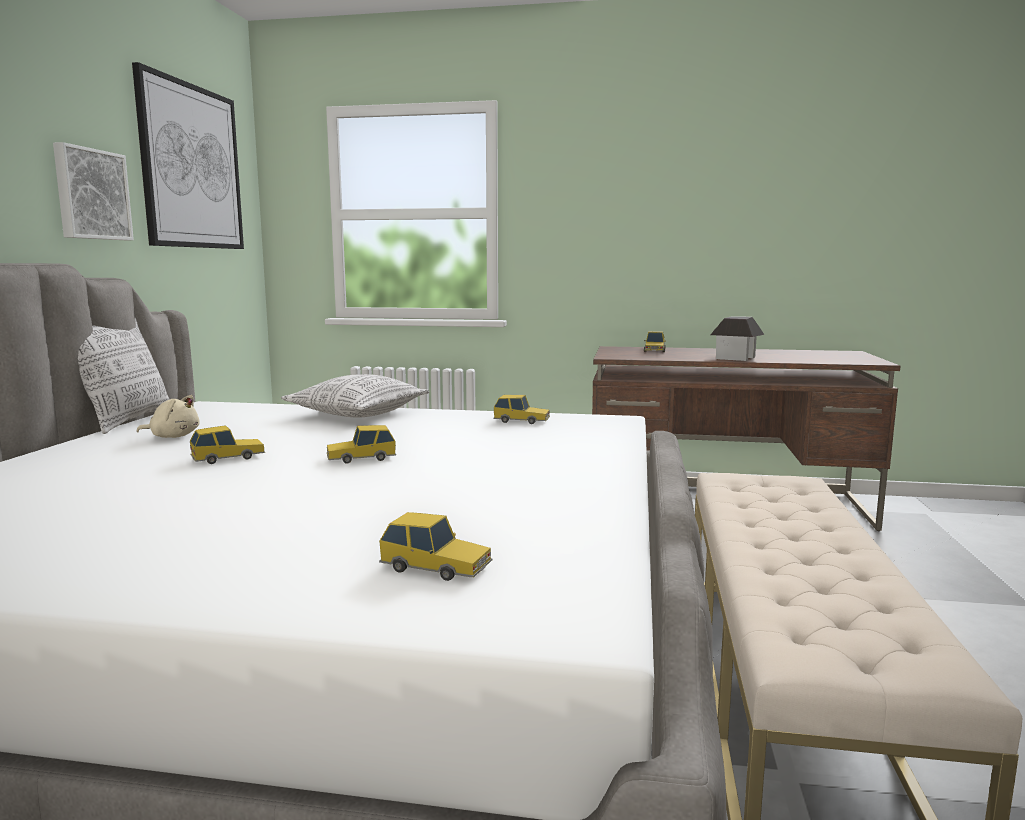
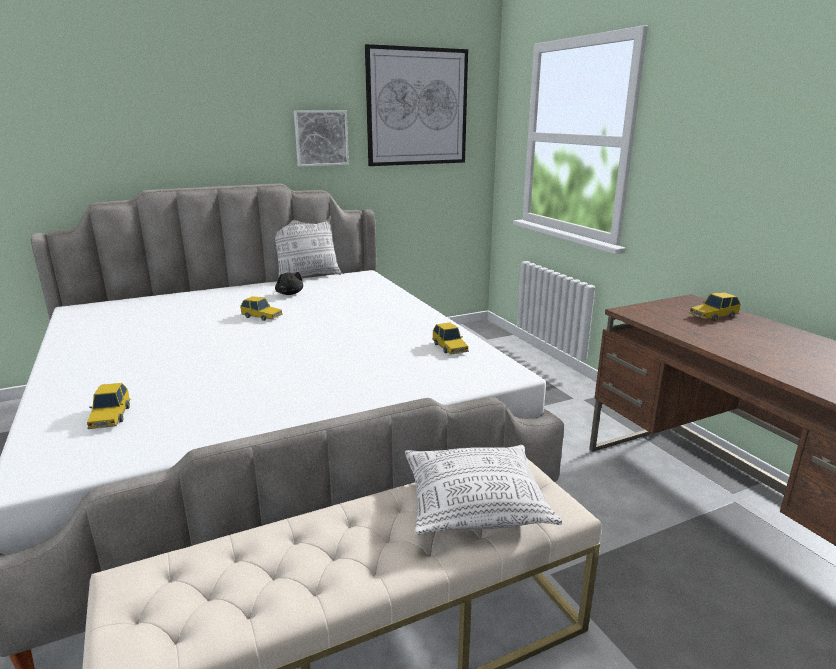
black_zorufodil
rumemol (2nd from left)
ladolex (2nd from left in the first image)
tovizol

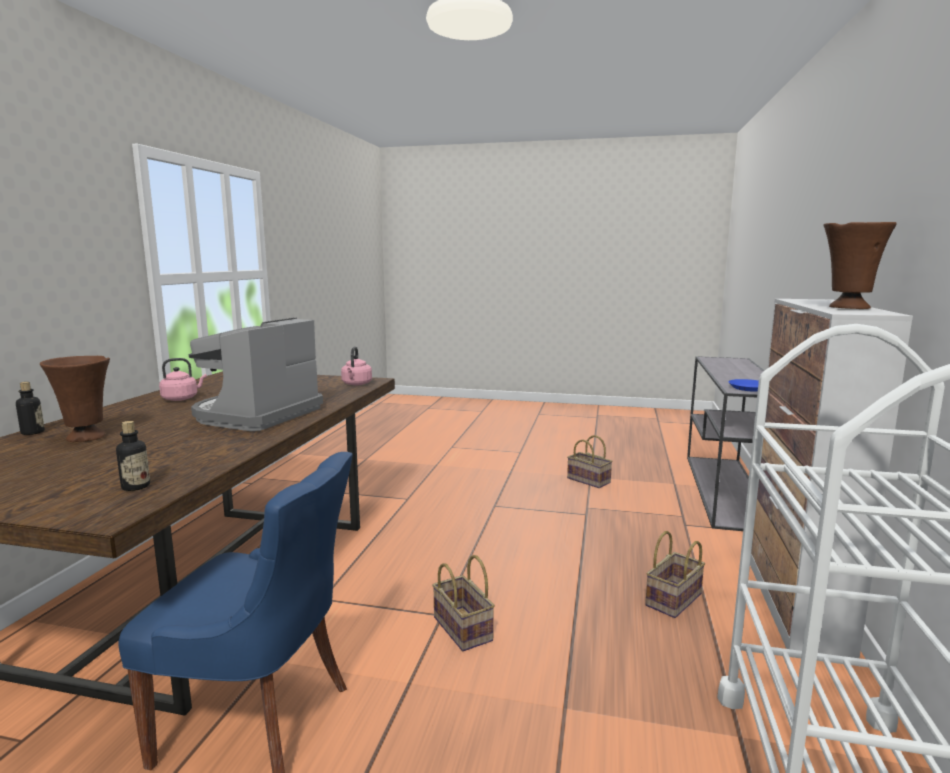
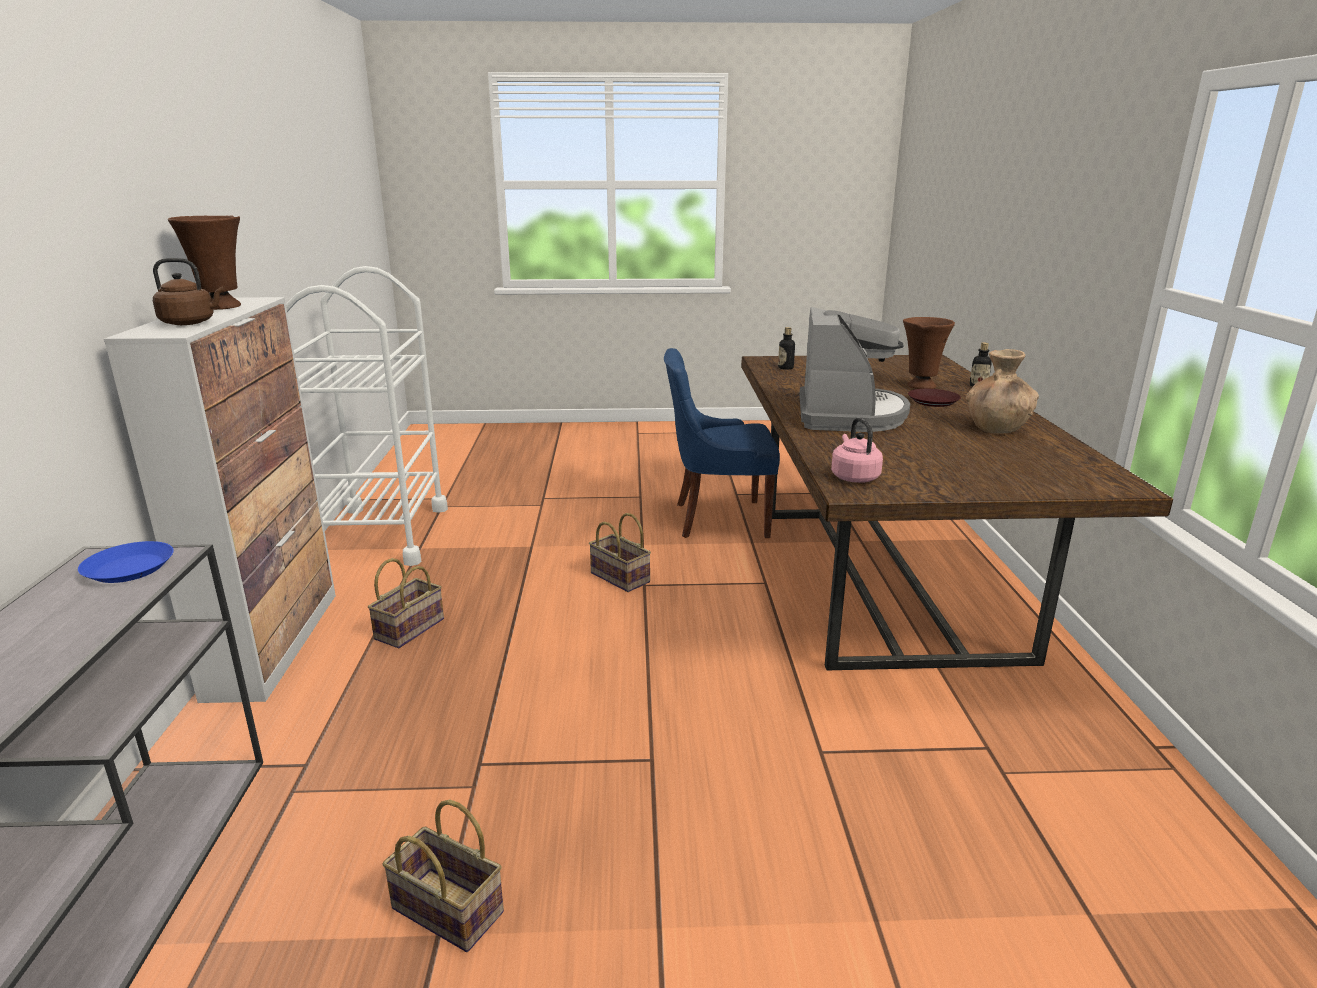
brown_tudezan
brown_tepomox
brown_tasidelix (3rd from left)

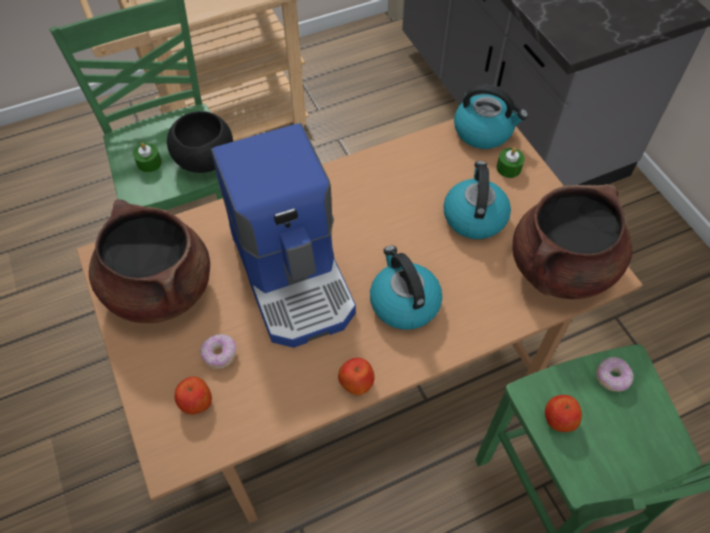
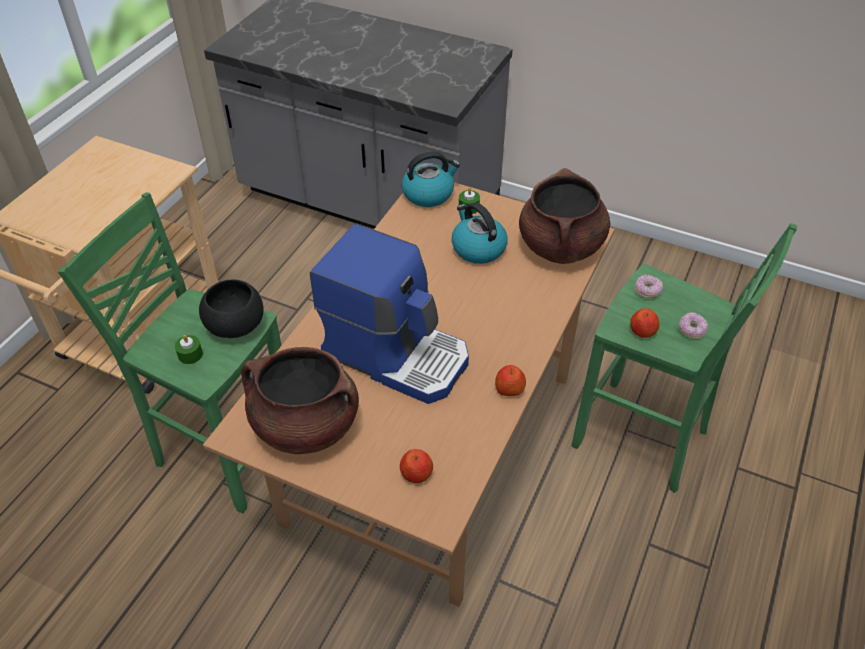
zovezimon (2nd from left)
tudezan (1st from left in the first image)

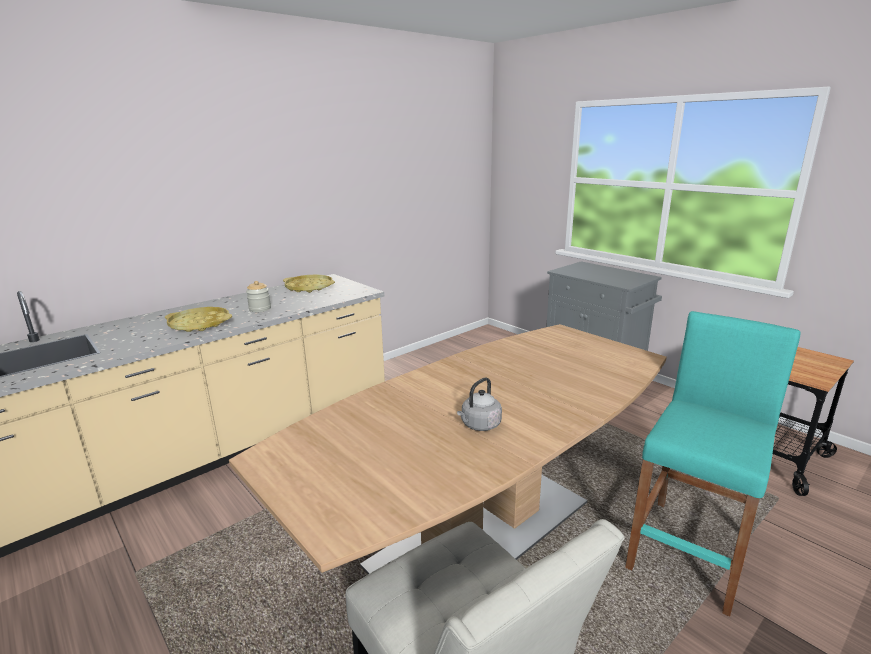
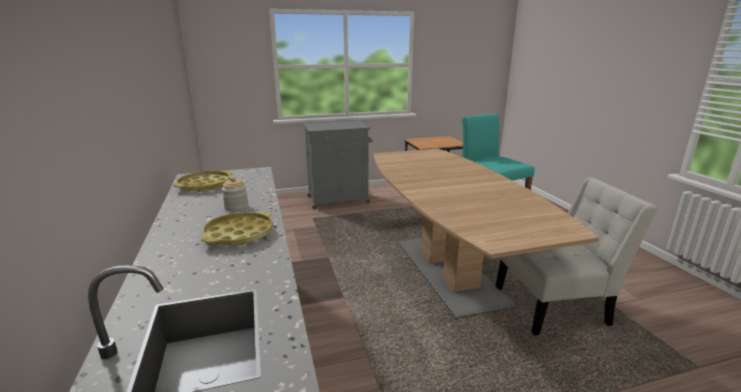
grey_tudezan

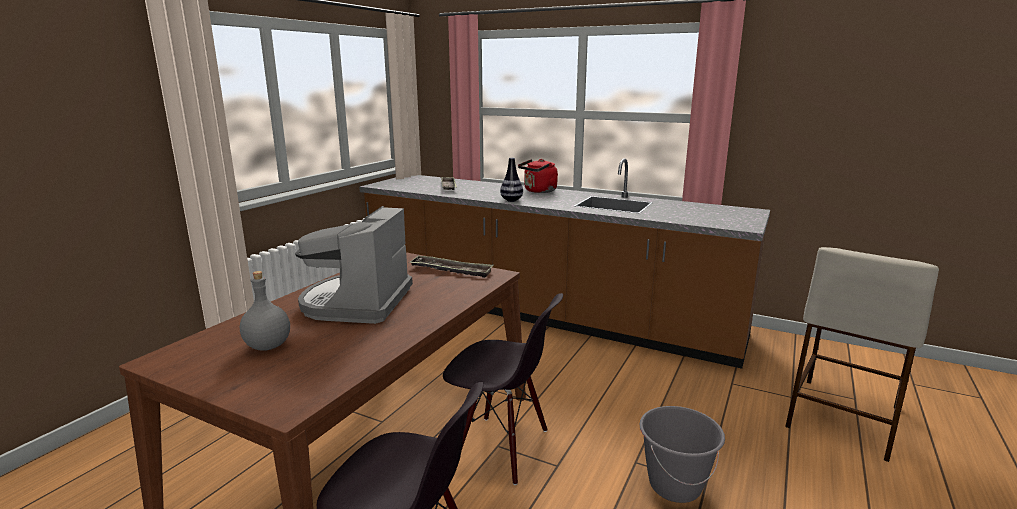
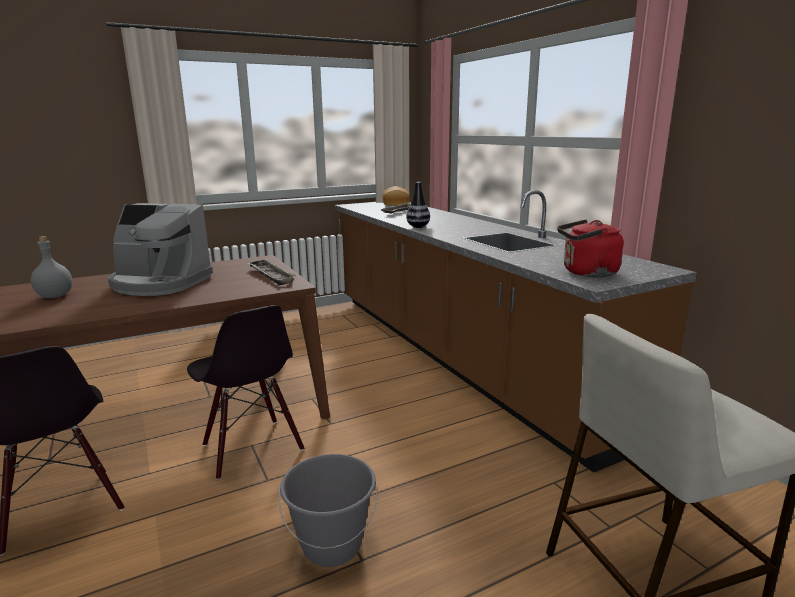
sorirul
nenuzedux
red_tudezan

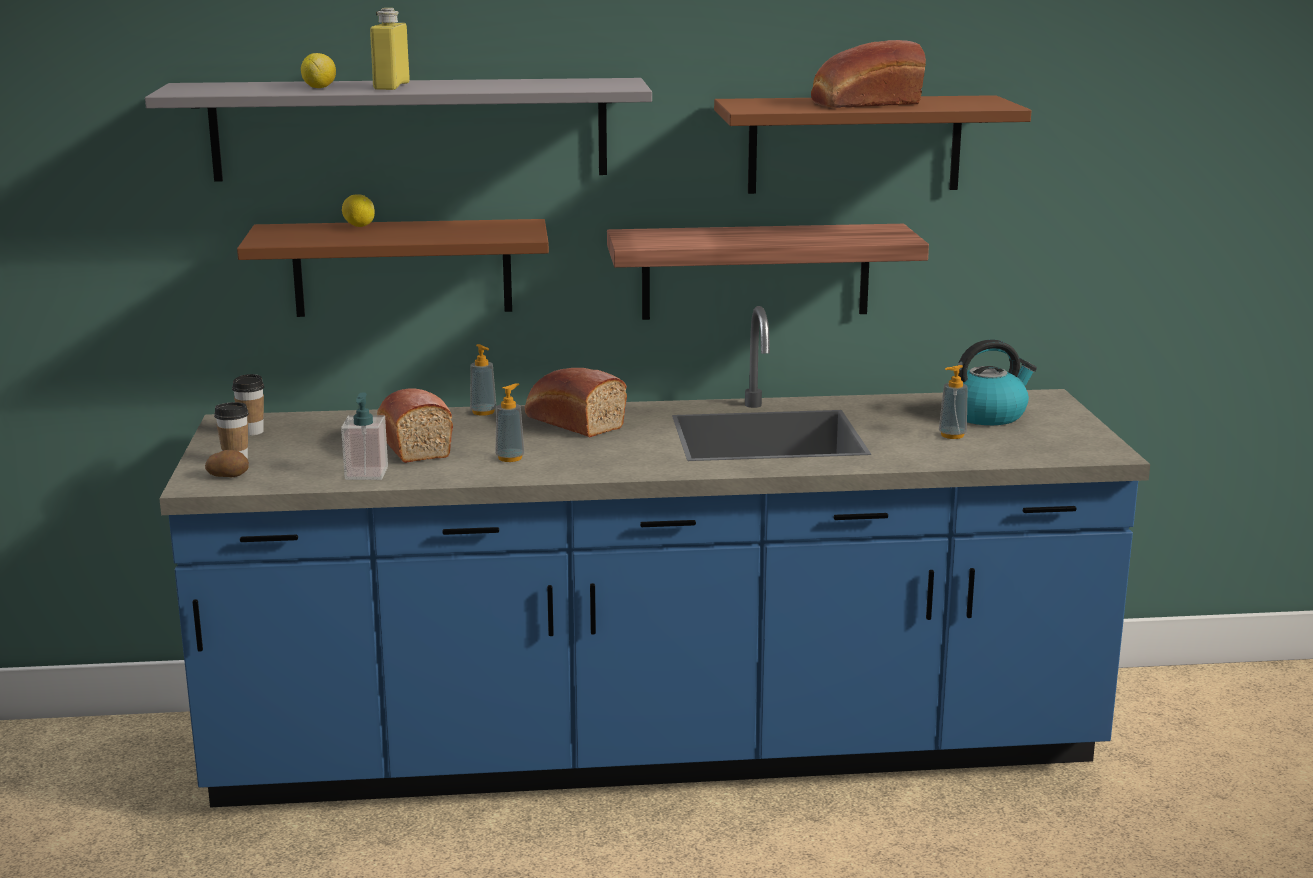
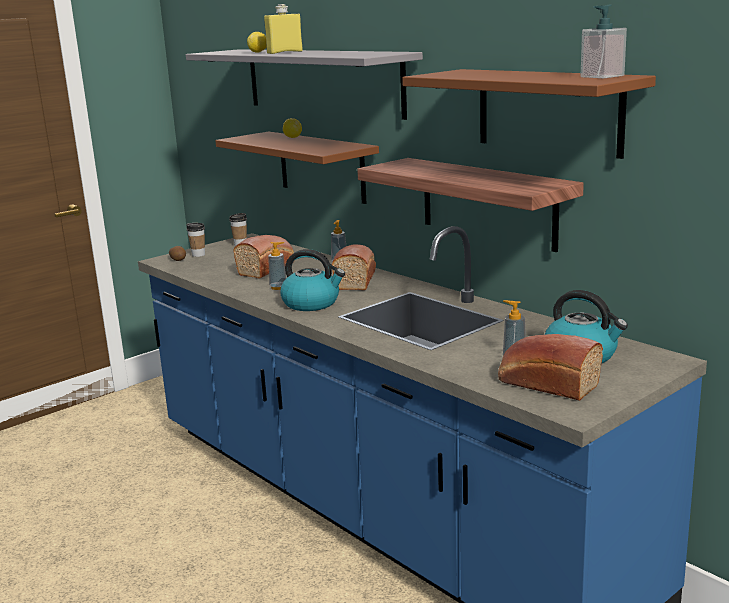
tudezan (1st from left)
nenuzedux (3rd from left)
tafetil (4th from left)

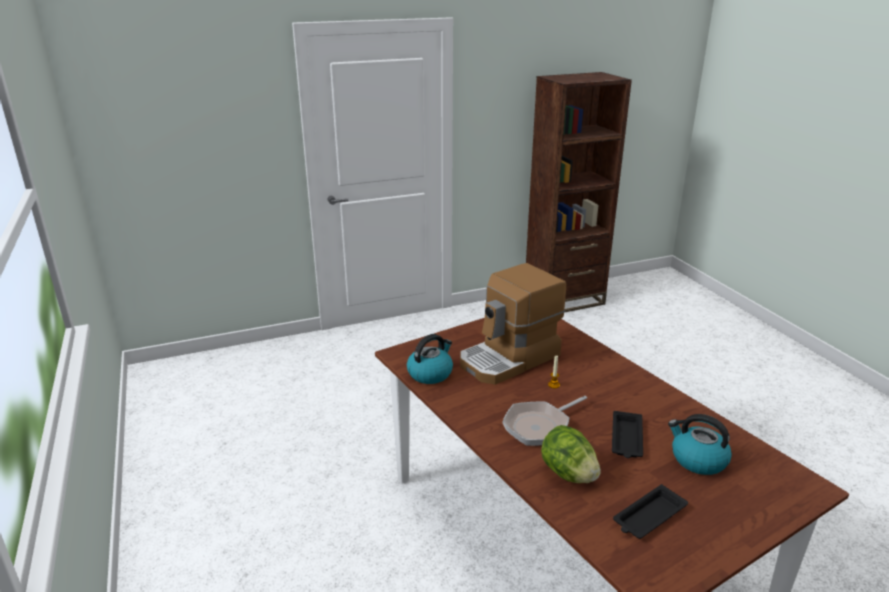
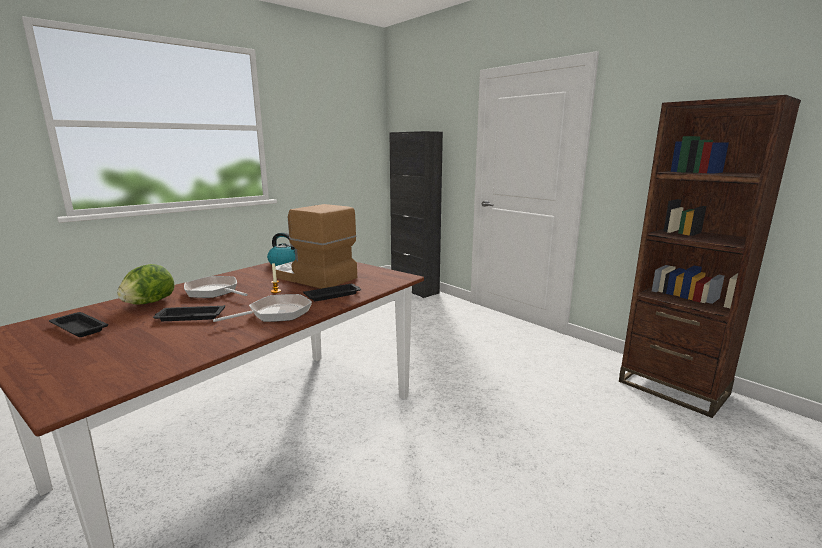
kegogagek (2nd from left)
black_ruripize (3rd from left)
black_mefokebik
tudezan (2nd from left in the first image)

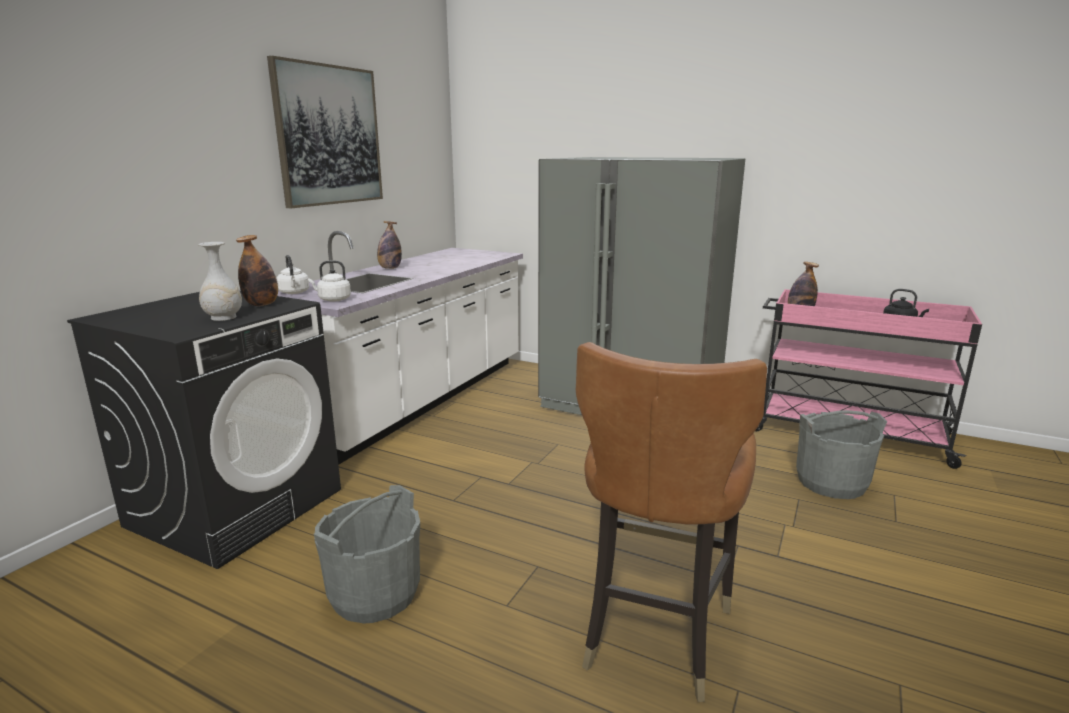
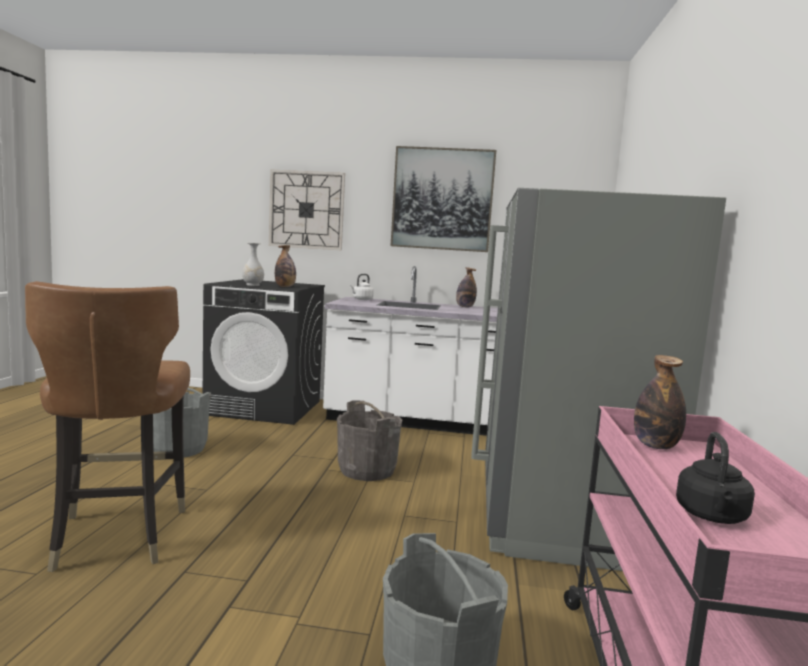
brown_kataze
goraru
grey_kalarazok (2nd from left)
white_tudezan (2nd from left in the first image)

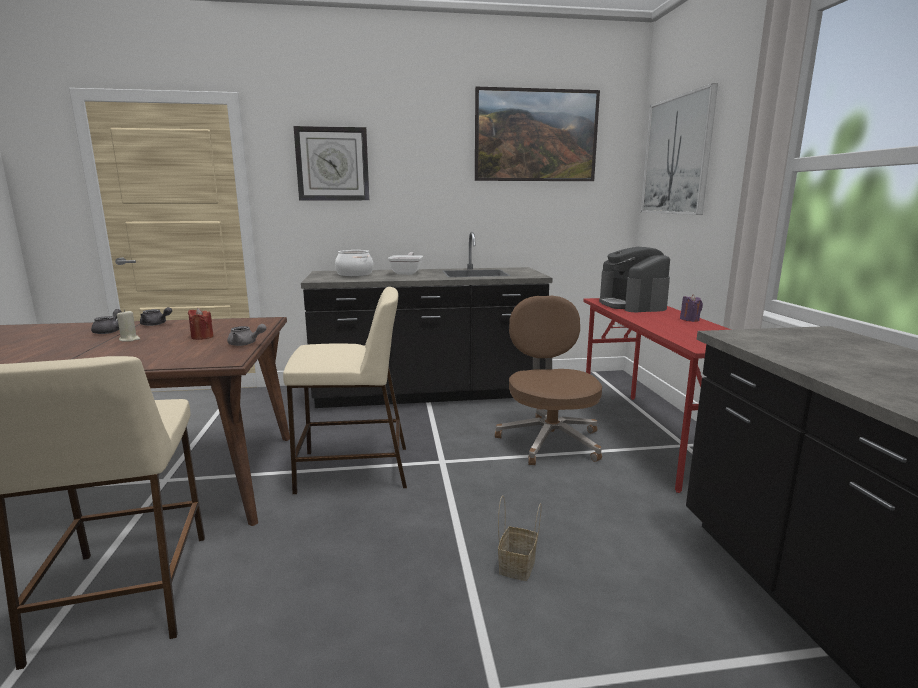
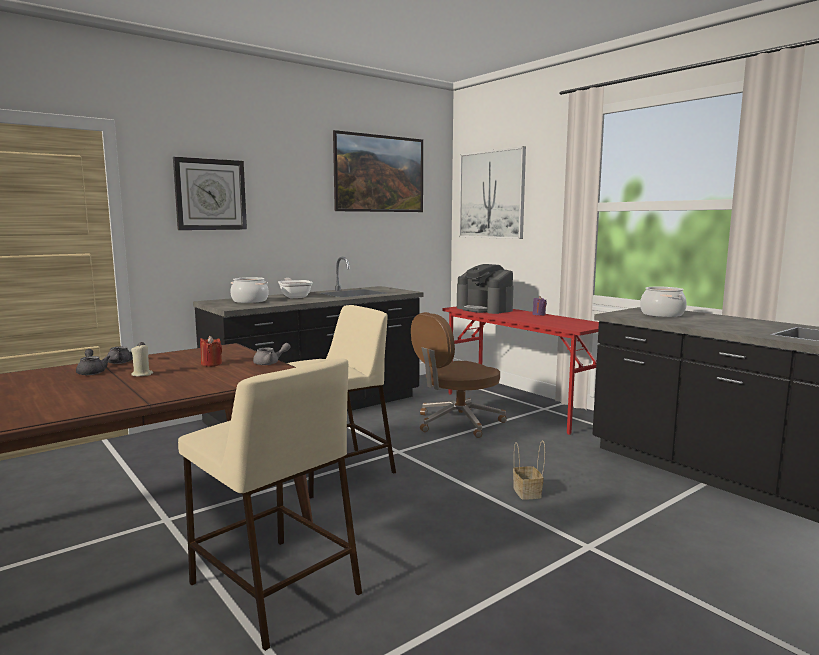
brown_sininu
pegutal (2nd from left)

